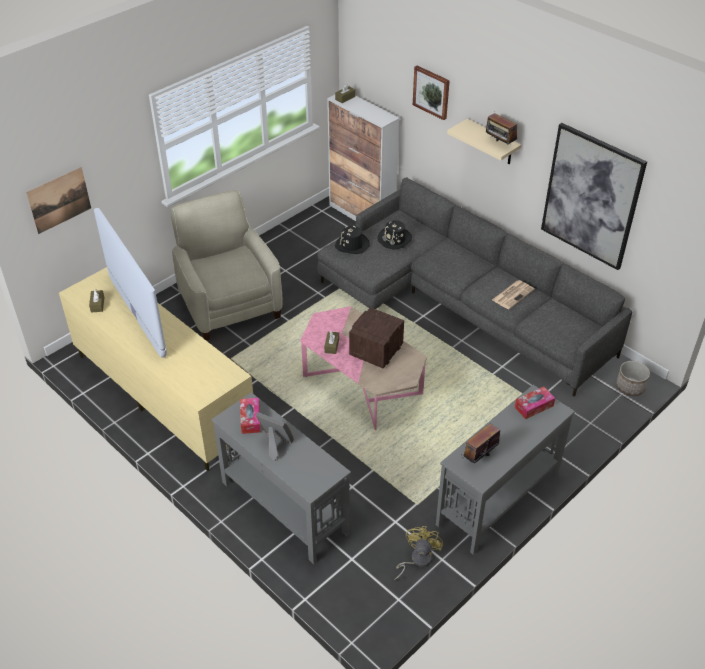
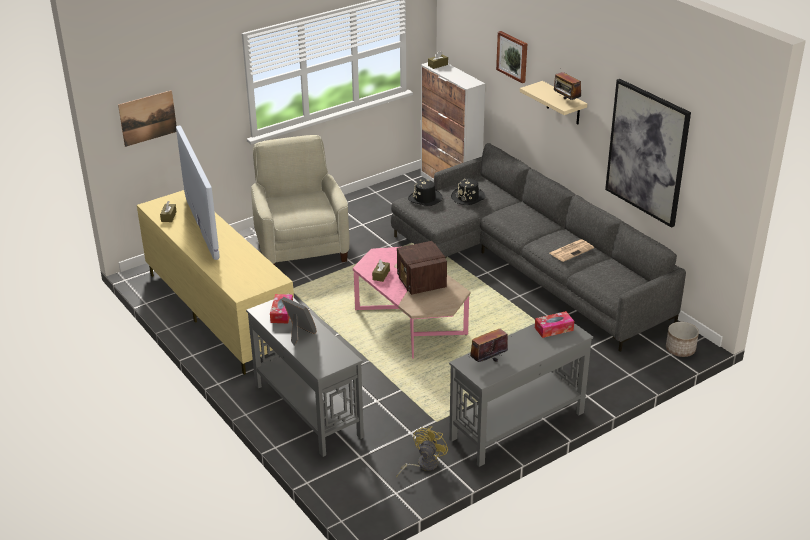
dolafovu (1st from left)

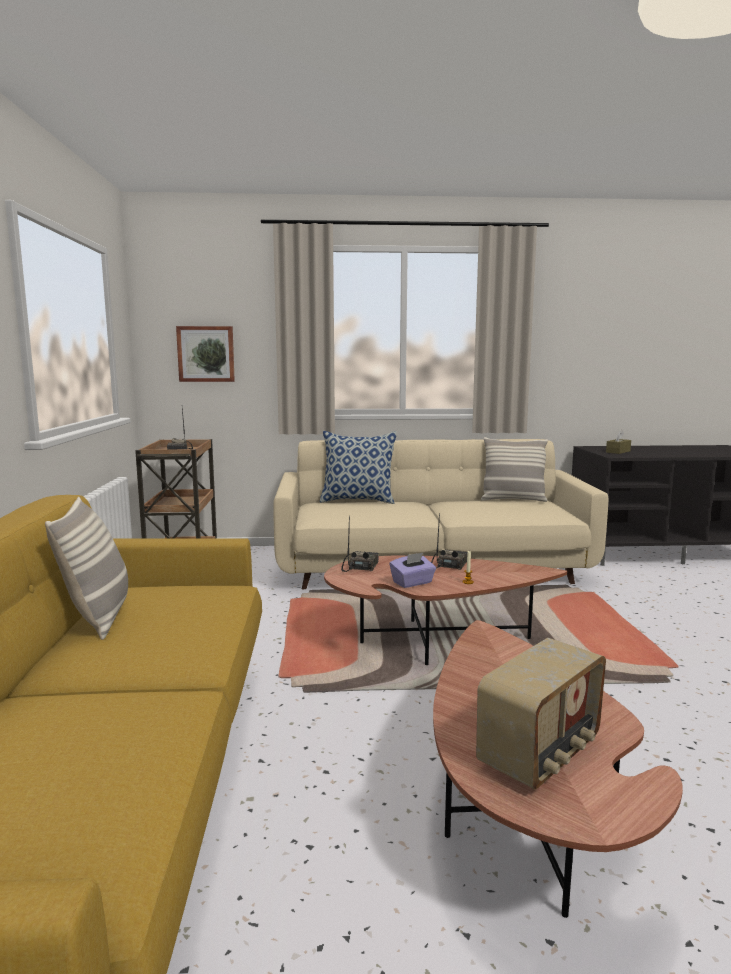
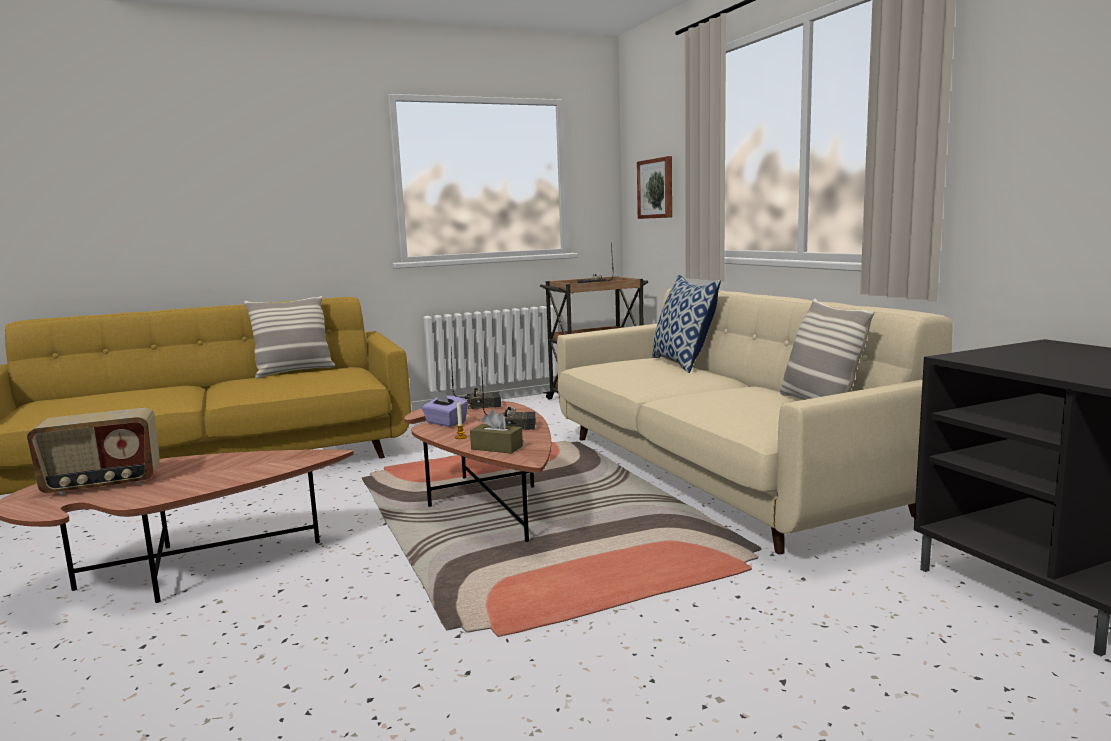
dolafovu (1st from left)
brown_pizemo

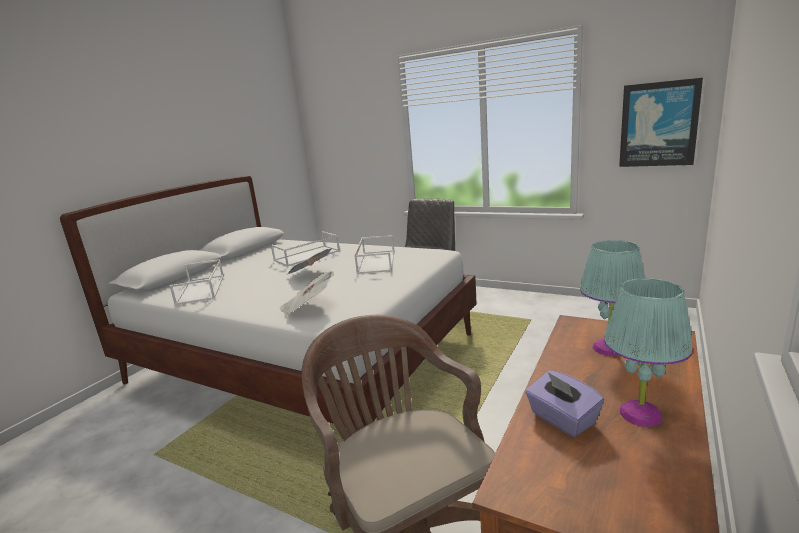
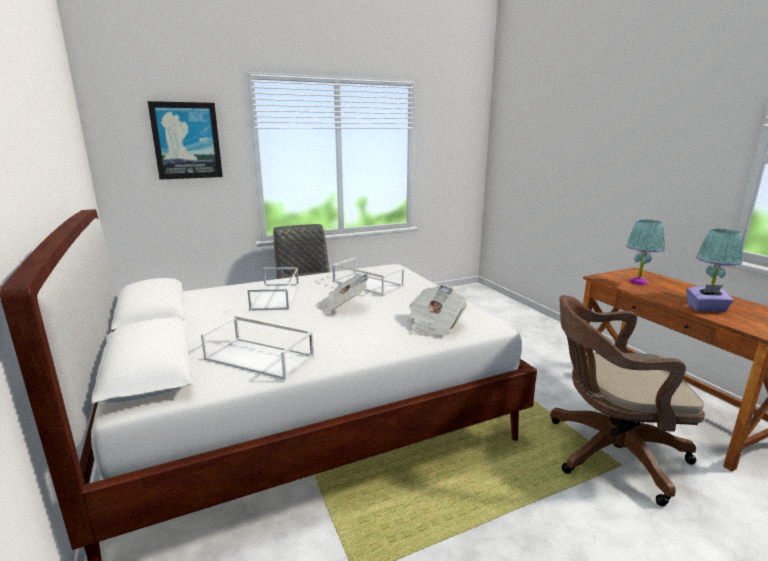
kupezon

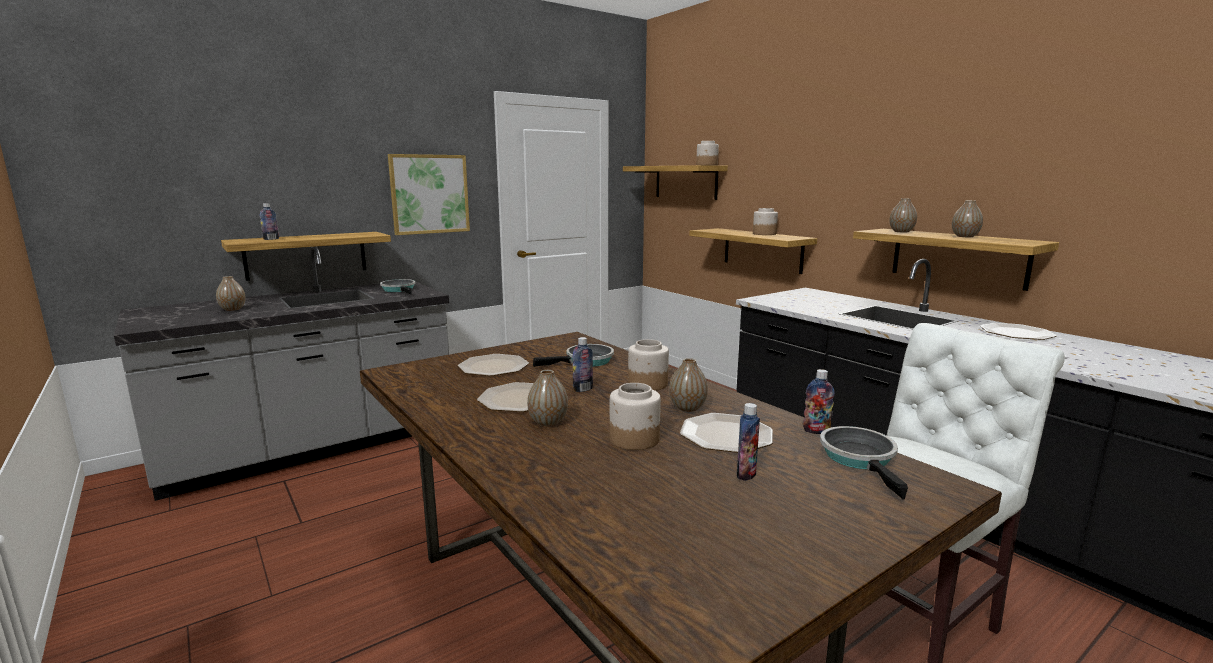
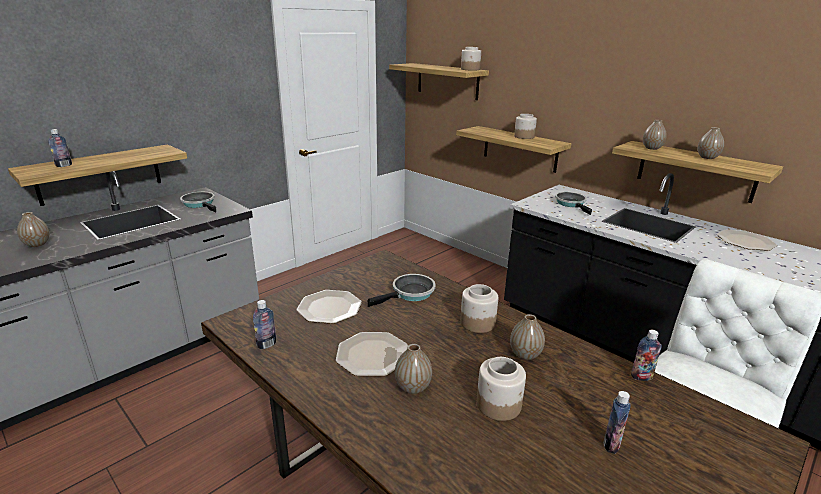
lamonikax (2nd from left)
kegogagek (3rd from left)
kupezon
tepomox (3rd from left in the first image)

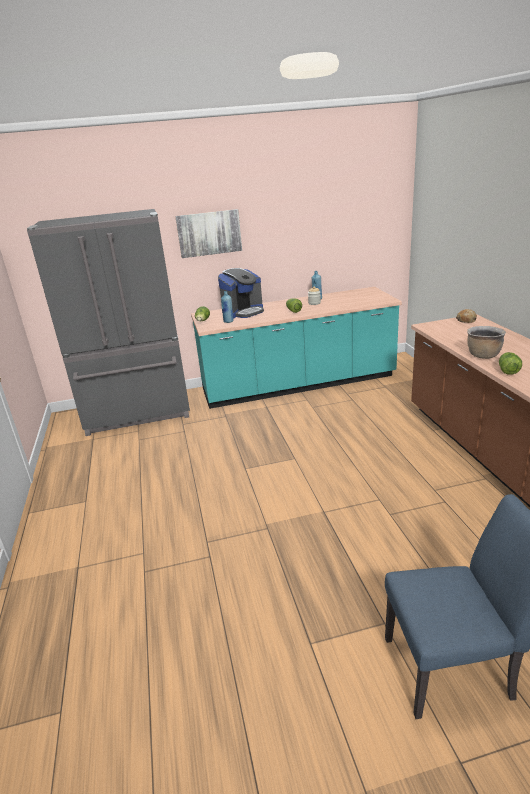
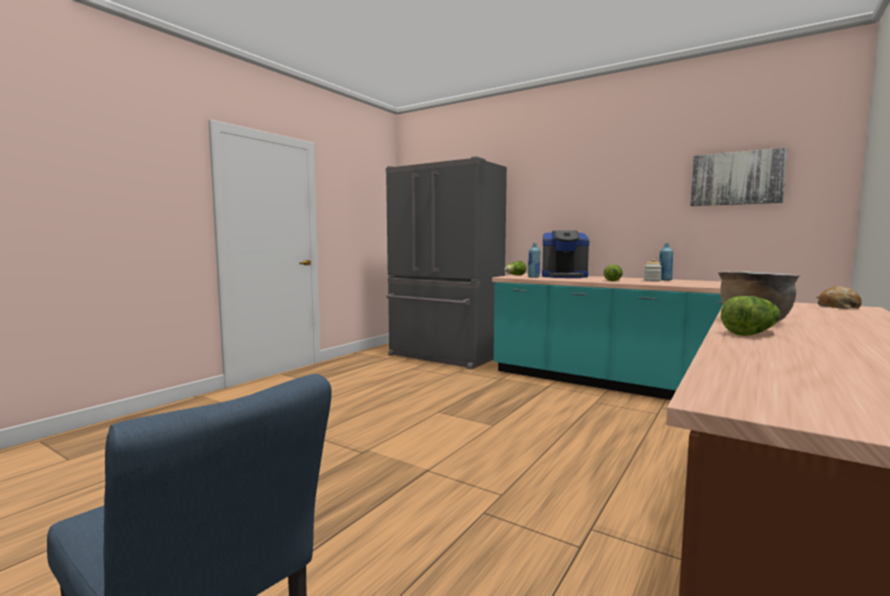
kupezon

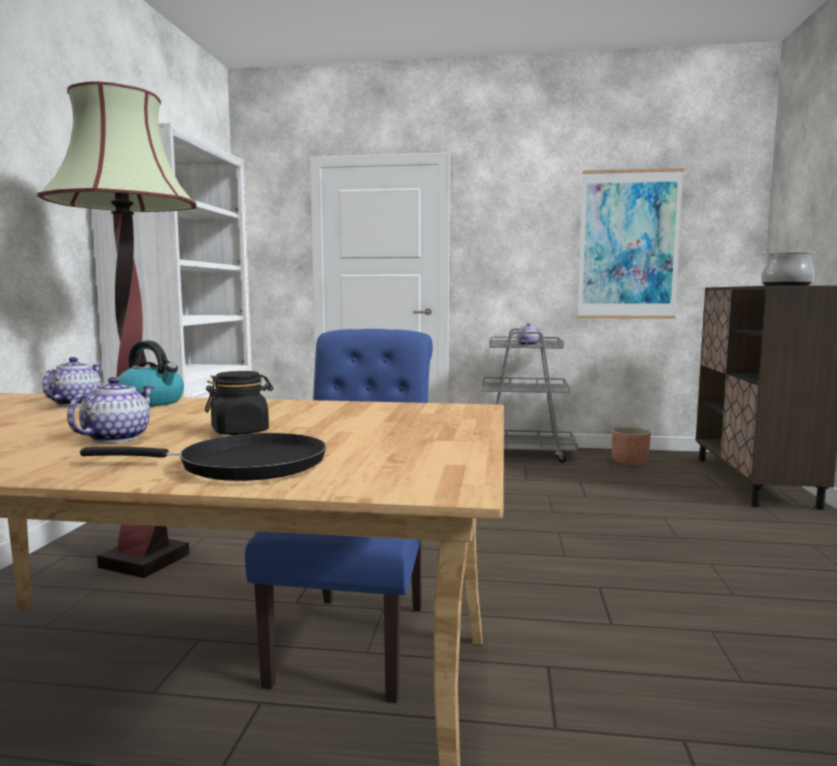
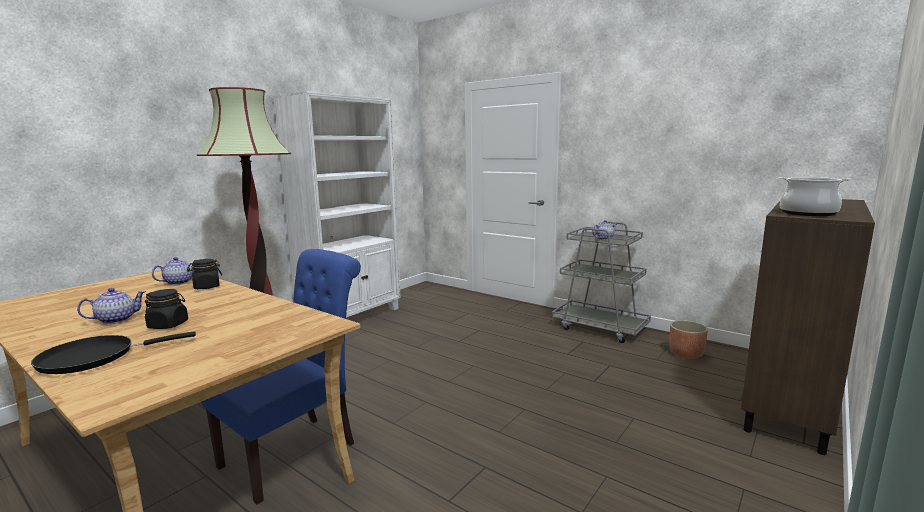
black_kegogagek
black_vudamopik (2nd from left)
kupezon

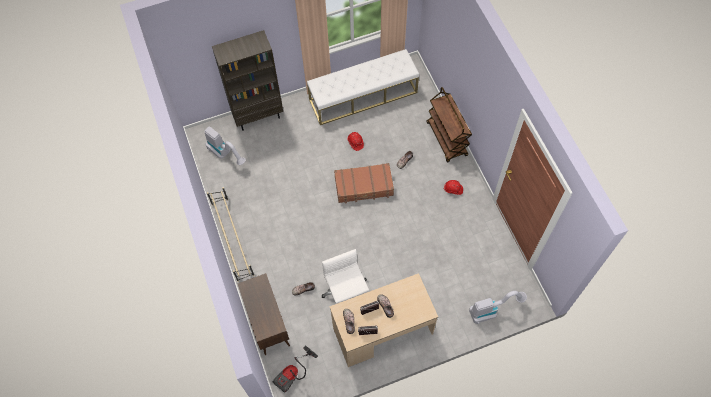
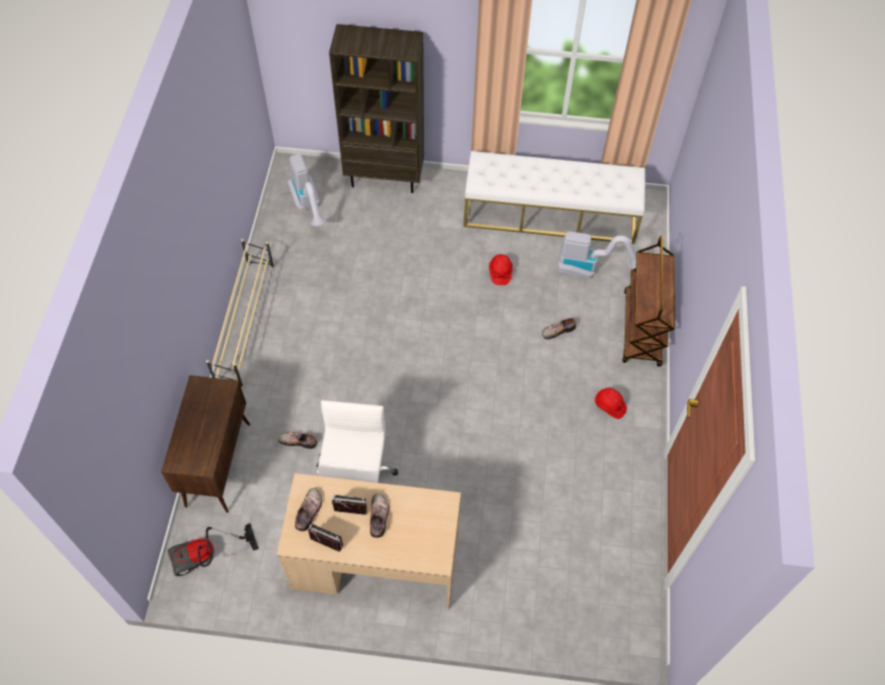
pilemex (3rd from left)
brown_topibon

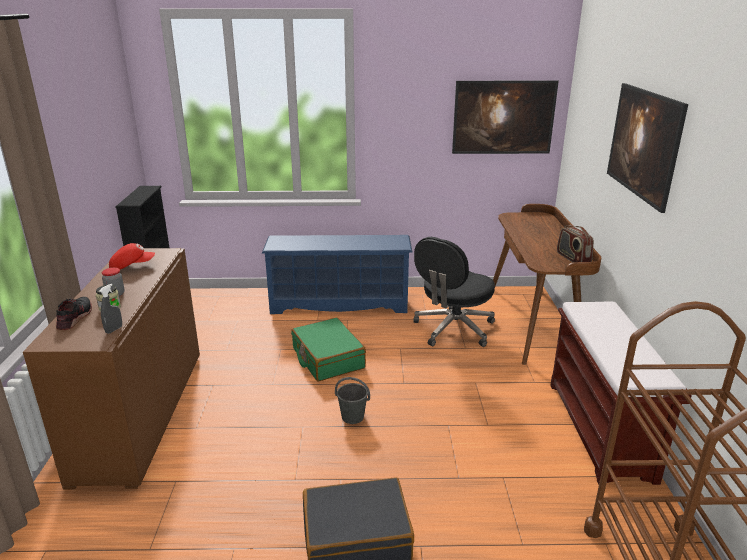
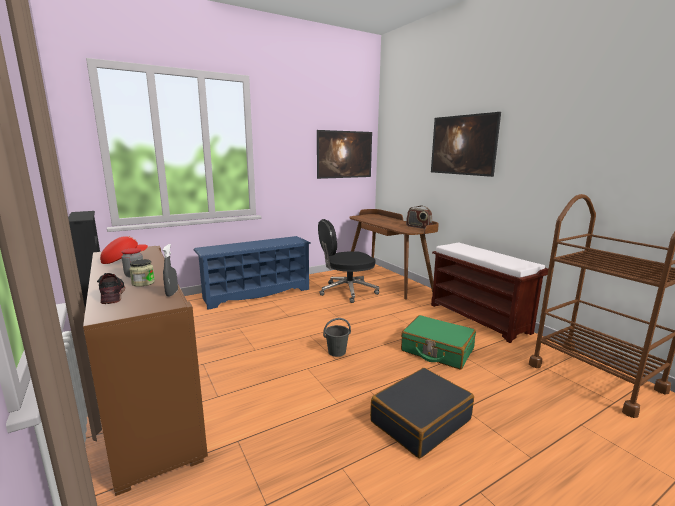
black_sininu
green_topibon

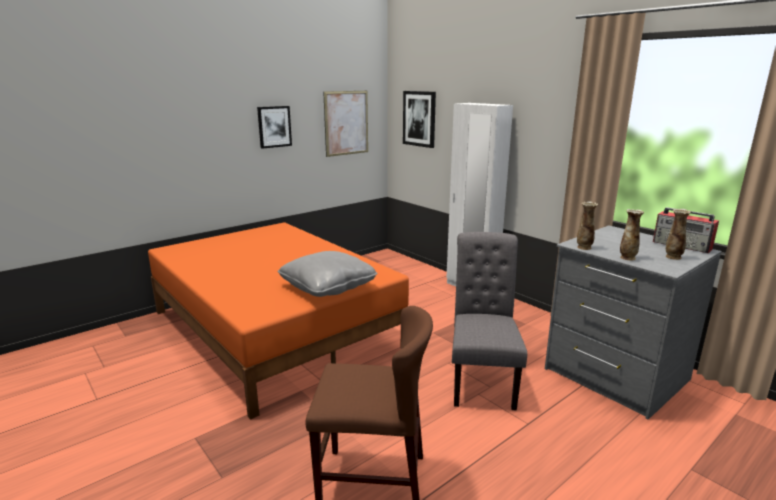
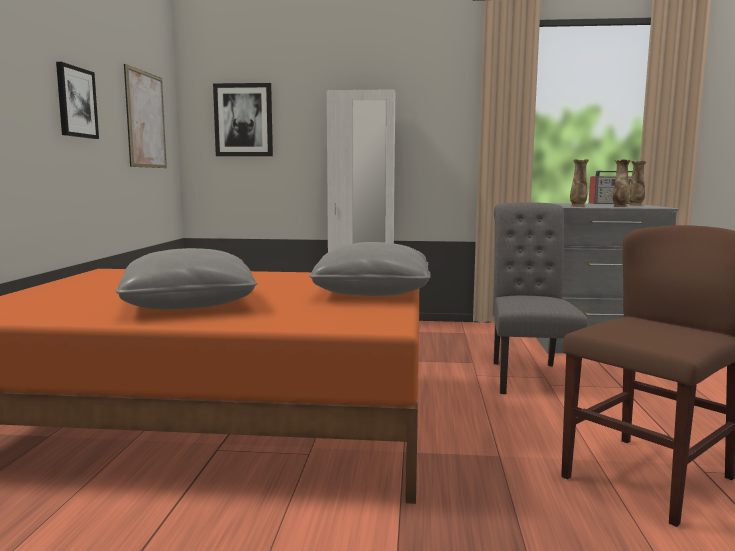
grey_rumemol (1st from left)
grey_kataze

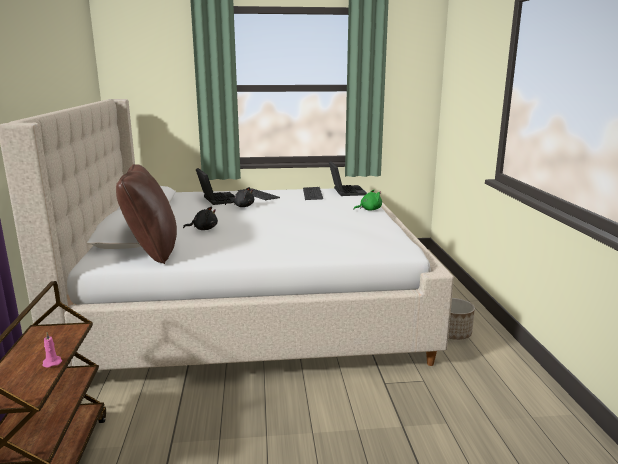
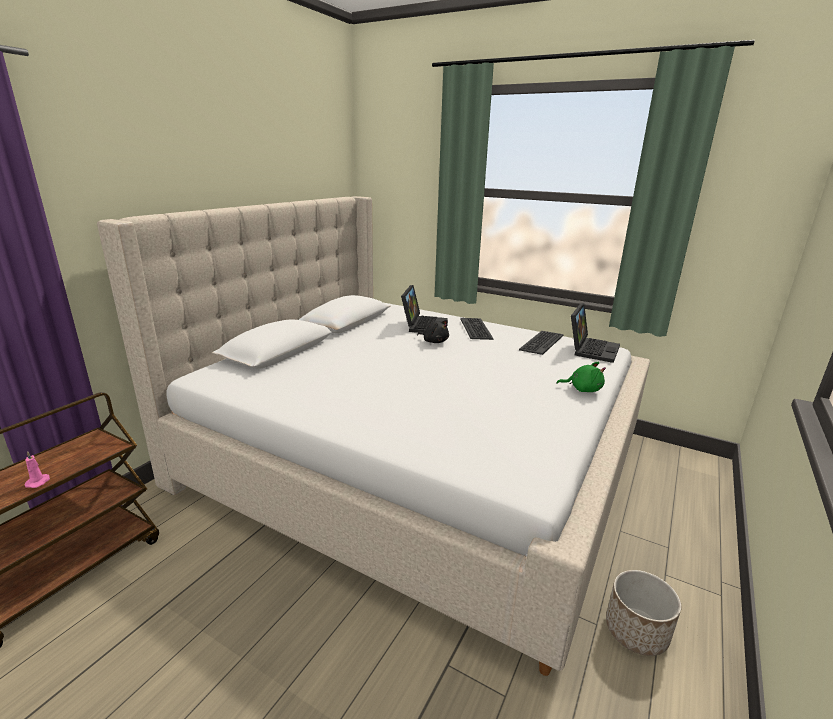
brown_rumemol
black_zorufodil (1st from left in the first image)

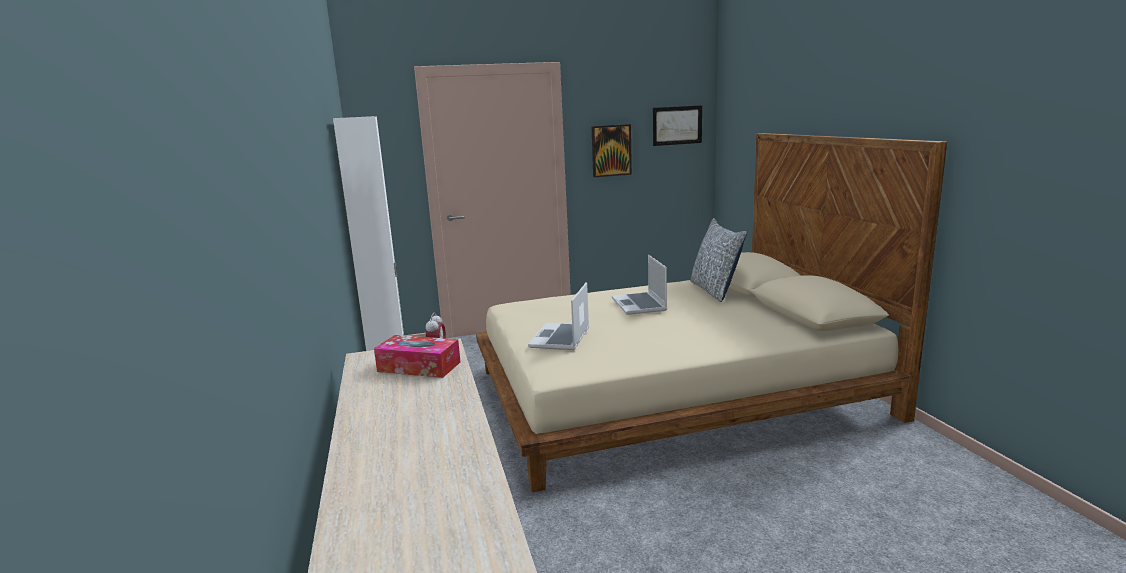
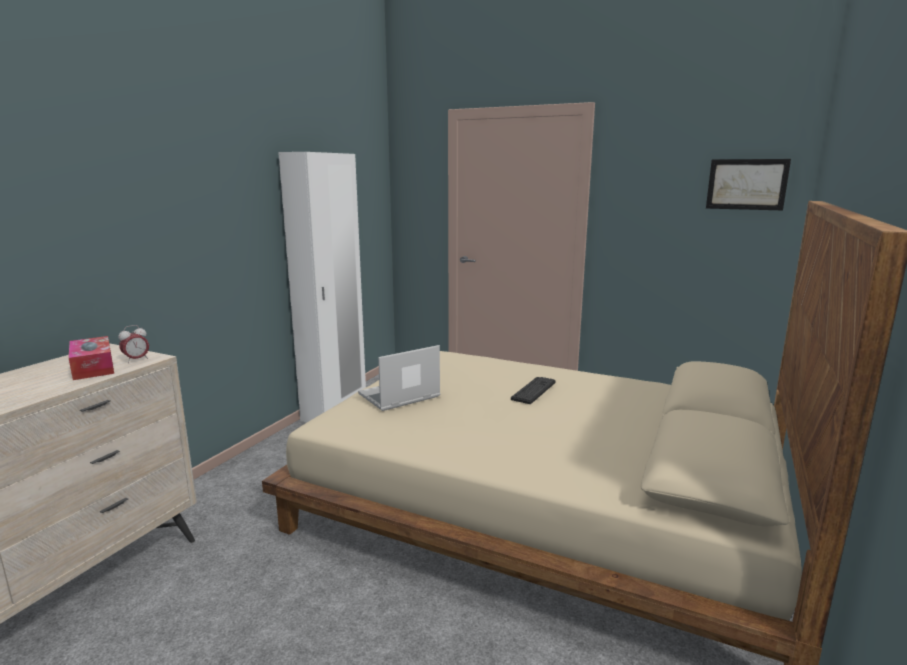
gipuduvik
kupezon (1st from left in the first image)
rumemol

